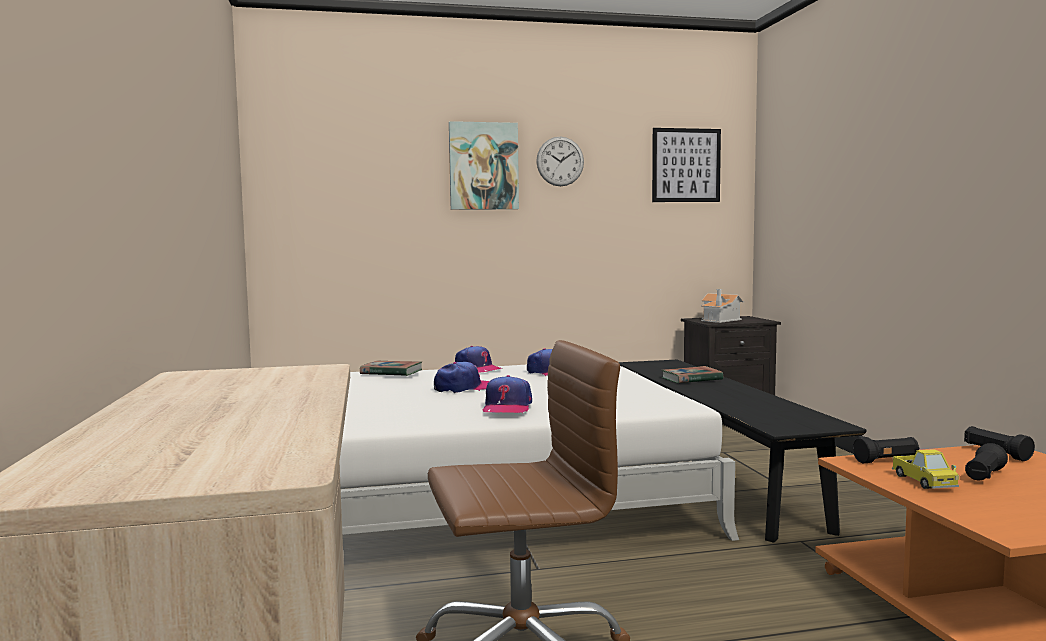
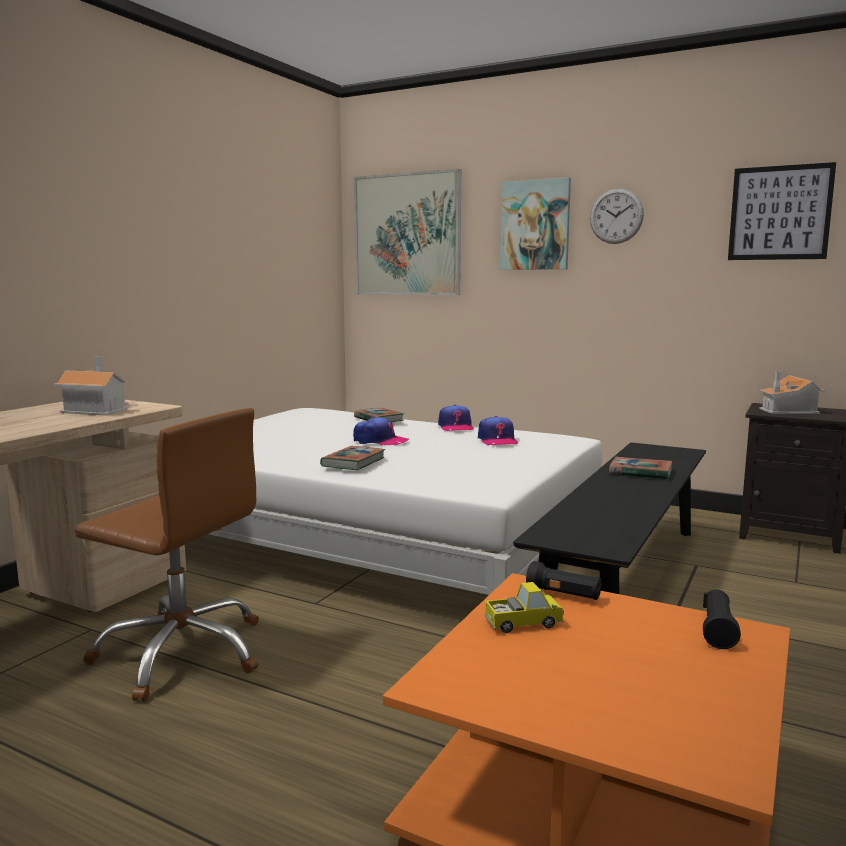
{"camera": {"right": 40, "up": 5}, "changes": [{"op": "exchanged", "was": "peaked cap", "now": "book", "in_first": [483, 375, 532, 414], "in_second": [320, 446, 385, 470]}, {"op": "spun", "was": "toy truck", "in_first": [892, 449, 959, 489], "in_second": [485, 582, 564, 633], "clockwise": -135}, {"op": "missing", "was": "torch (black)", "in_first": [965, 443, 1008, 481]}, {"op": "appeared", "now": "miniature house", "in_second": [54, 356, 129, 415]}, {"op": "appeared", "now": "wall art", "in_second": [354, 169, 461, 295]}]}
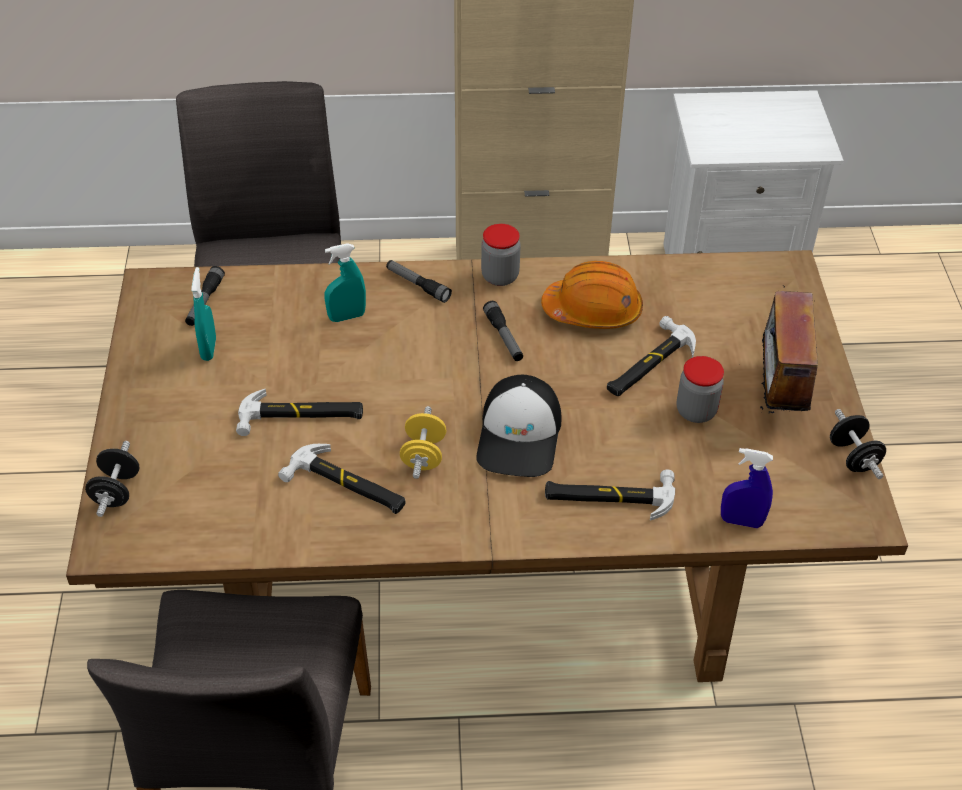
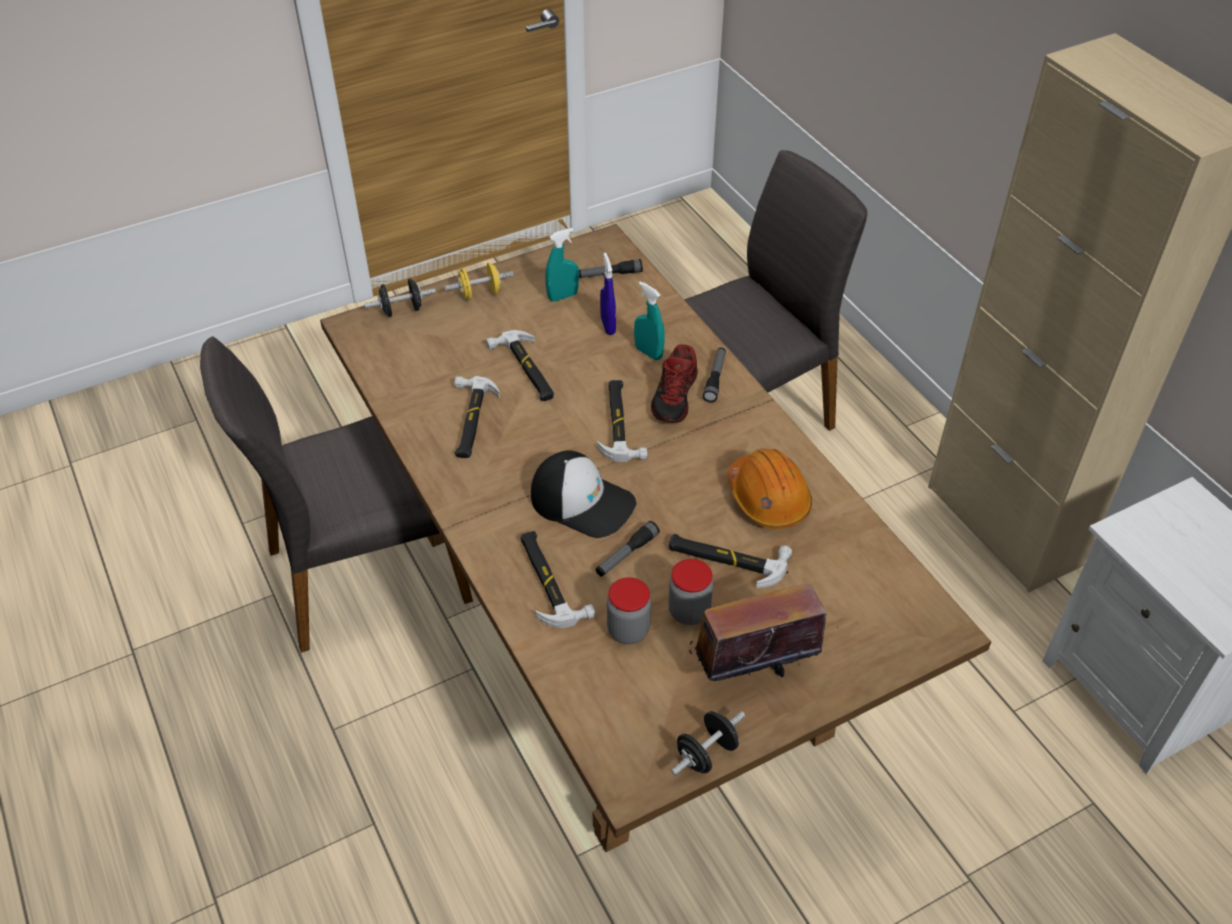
{"camera": {"right": 65, "up": 0}, "changes": [{"op": "relocated", "was": "hand weight (yellowish)", "in_first": [400, 406, 447, 479], "in_second": [444, 262, 514, 300]}, {"op": "spun", "was": "peaked cap", "in_first": [476, 375, 561, 477], "in_second": [531, 450, 636, 538], "clockwise": -135}, {"op": "relocated", "was": "preserve jar", "in_first": [481, 224, 521, 286], "in_second": [607, 577, 651, 644]}, {"op": "relocated", "was": "torch", "in_first": [483, 301, 523, 361], "in_second": [595, 521, 660, 577]}, {"op": "relocated", "was": "sprayer (bluish)", "in_first": [721, 448, 773, 528], "in_second": [600, 253, 616, 335]}, {"op": "appeared", "now": "hand hammer", "in_second": [597, 380, 647, 462]}, {"op": "appeared", "now": "item of footwear", "in_second": [651, 344, 698, 423]}]}
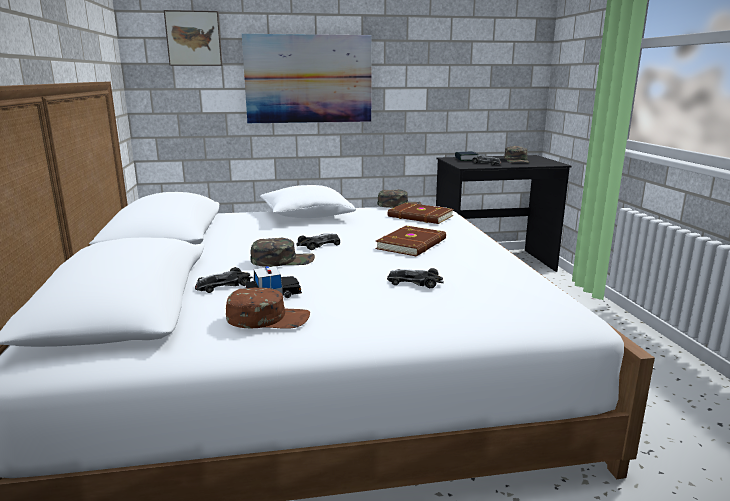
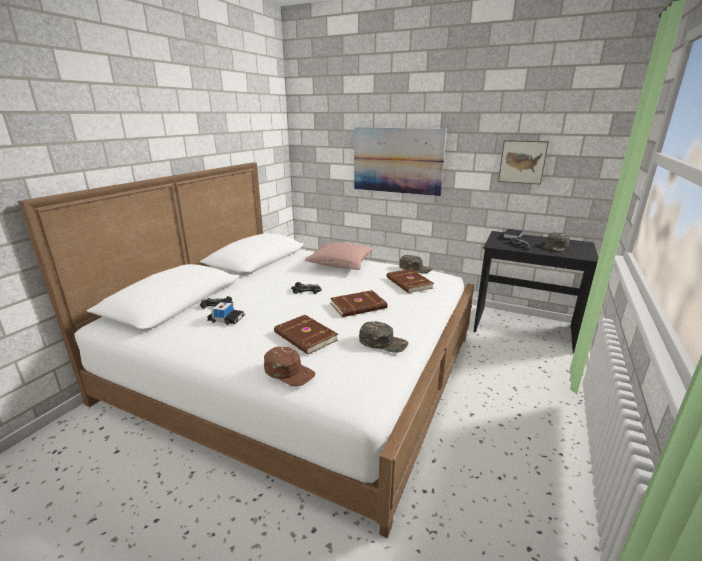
{"camera": {"right": 35, "up": 5}, "changes": [{"op": "relocated", "was": "wall art", "in_first": [164, 10, 222, 66], "in_second": [498, 140, 549, 185]}, {"op": "relocated", "was": "peaked cap (brown-coloured)", "in_first": [226, 288, 310, 328], "in_second": [264, 347, 315, 387]}, {"op": "relocated", "was": "peaked cap (green-coloured)", "in_first": [250, 237, 315, 267], "in_second": [359, 321, 408, 353]}, {"op": "colour", "was": "cushion (white)", "now": "cushion (pink)", "in_first": [260, 185, 356, 218], "in_second": [305, 242, 373, 270]}, {"op": "exchanged", "was": "model car", "now": "book (brown-coloured)", "in_first": [387, 268, 444, 288], "in_second": [274, 315, 338, 355]}]}
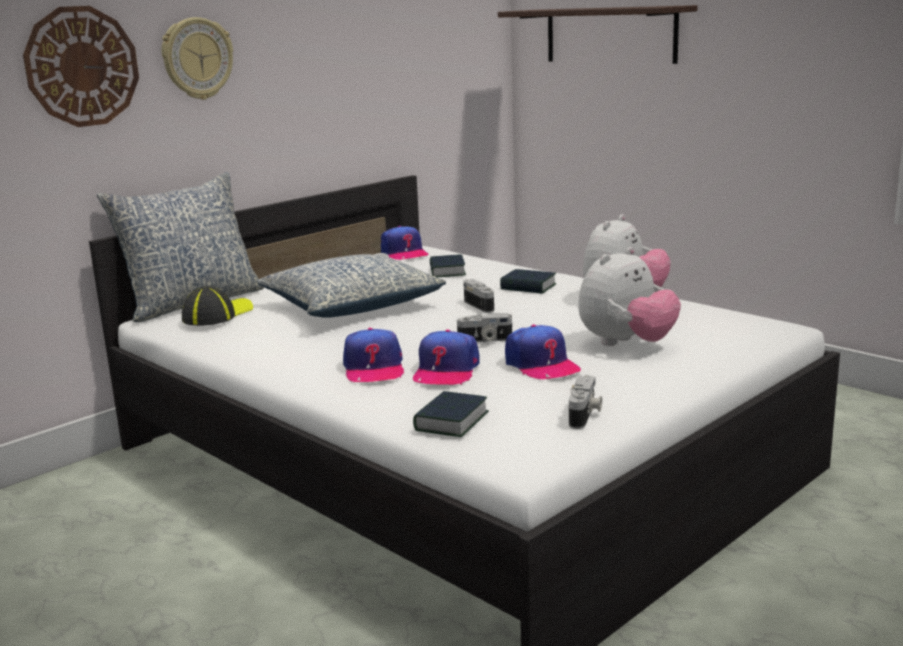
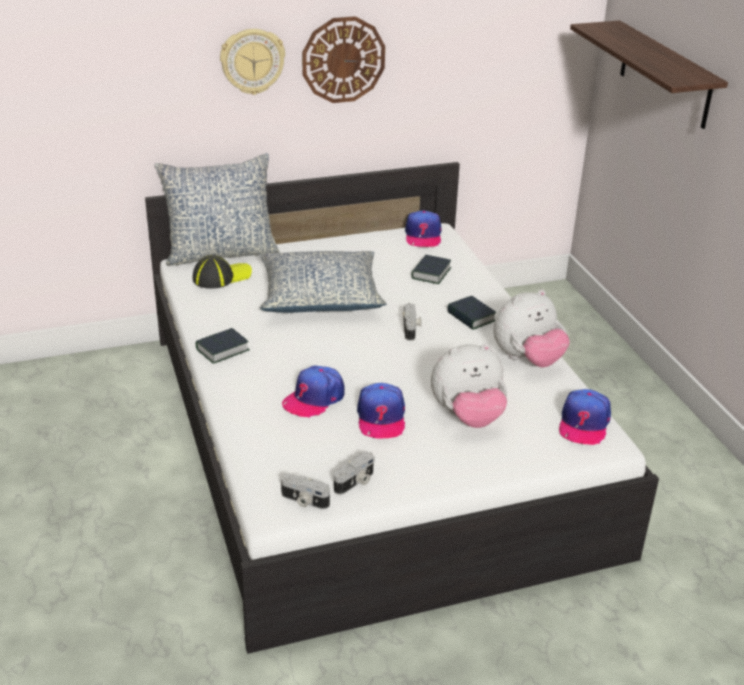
{"camera": {"right": 25, "up": 15}, "changes": [{"op": "relocated", "was": "clock on the wall", "in_first": [23, 6, 139, 127], "in_second": [302, 16, 385, 103]}, {"op": "relocated", "was": "peaked cap", "in_first": [343, 328, 404, 382], "in_second": [559, 389, 611, 445]}, {"op": "relocated", "was": "book", "in_first": [413, 391, 489, 437], "in_second": [196, 328, 250, 364]}, {"op": "relocated", "was": "photo camera", "in_first": [457, 313, 512, 342], "in_second": [281, 474, 330, 509]}]}
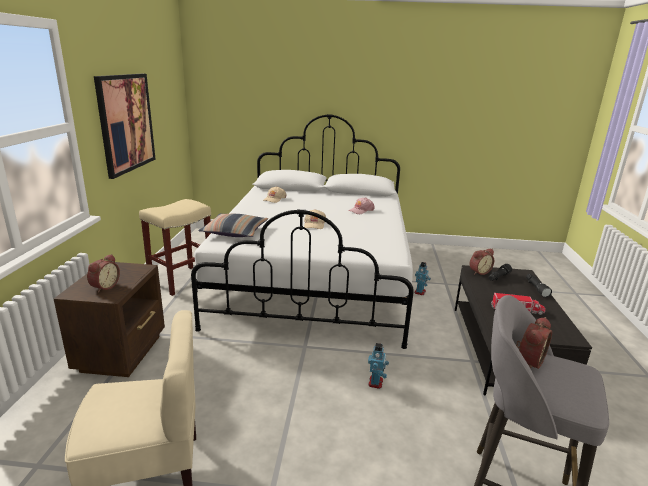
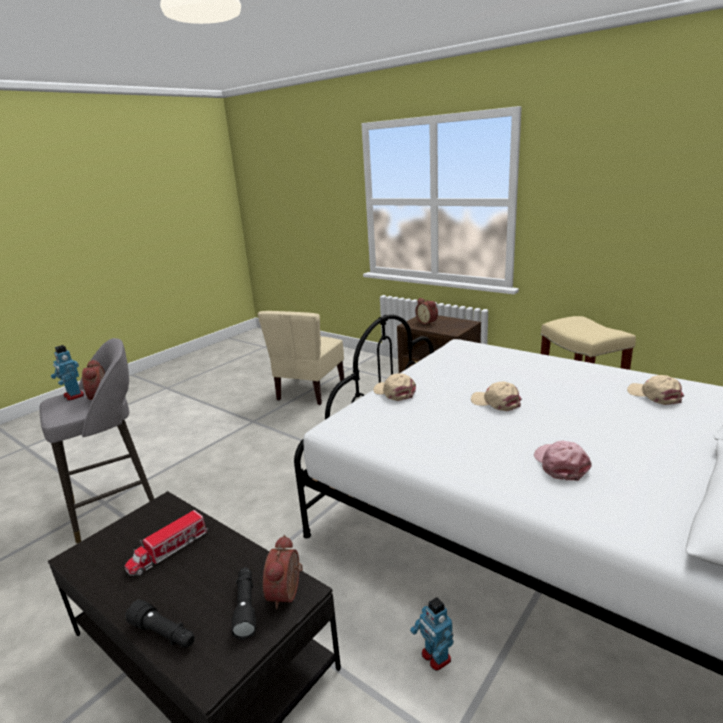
{"camera": {"right": 125, "up": 0}, "changes": [{"op": "missing", "was": "wall art", "in_first": [94, 74, 156, 179]}, {"op": "missing", "was": "cushion", "in_first": [199, 214, 268, 237]}, {"op": "relocated", "was": "toy robot", "in_first": [368, 343, 389, 389], "in_second": [51, 345, 84, 401]}, {"op": "appeared", "now": "peaked cap (beige)", "in_second": [373, 373, 416, 401]}]}
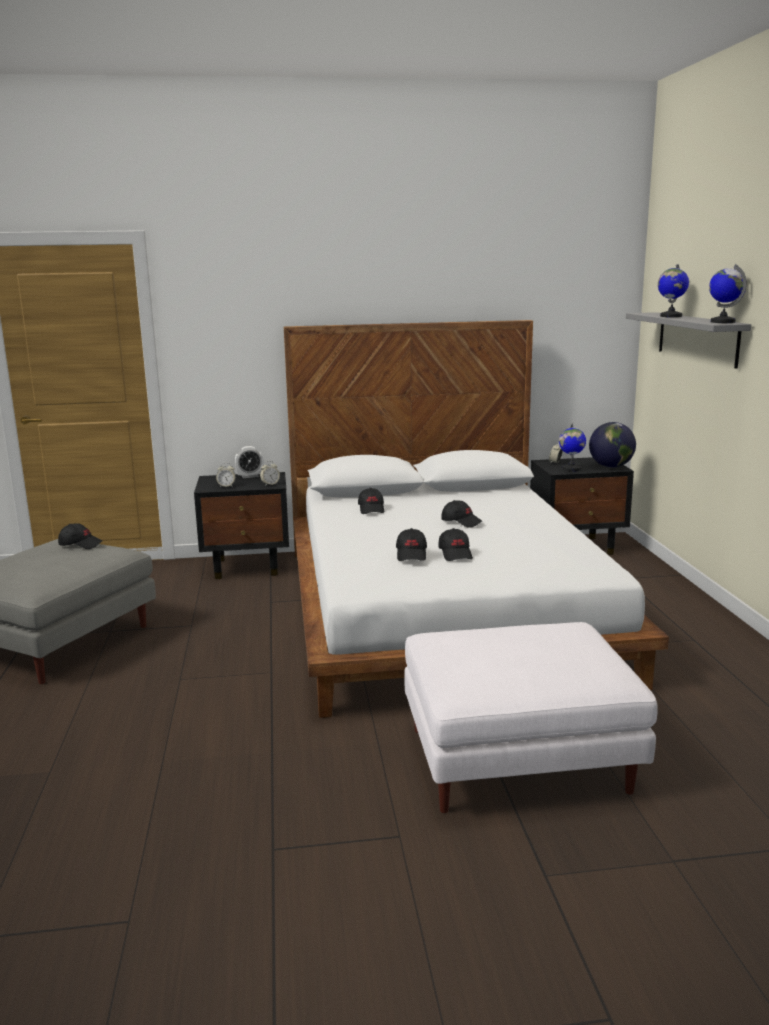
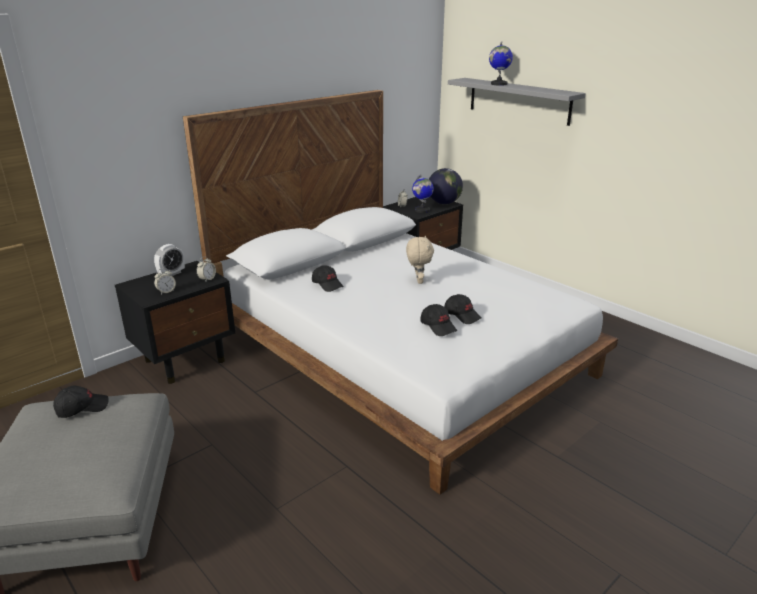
{"camera": {"right": -35, "up": 10}, "changes": [{"op": "missing", "was": "footrest (white)", "in_first": [404, 622, 658, 813]}, {"op": "exchanged", "was": "peaked cap (black)", "now": "cuddly toy (beige)", "in_first": [441, 500, 483, 528], "in_second": [406, 236, 434, 284]}, {"op": "missing", "was": "desk globe", "in_first": [709, 264, 747, 323]}]}
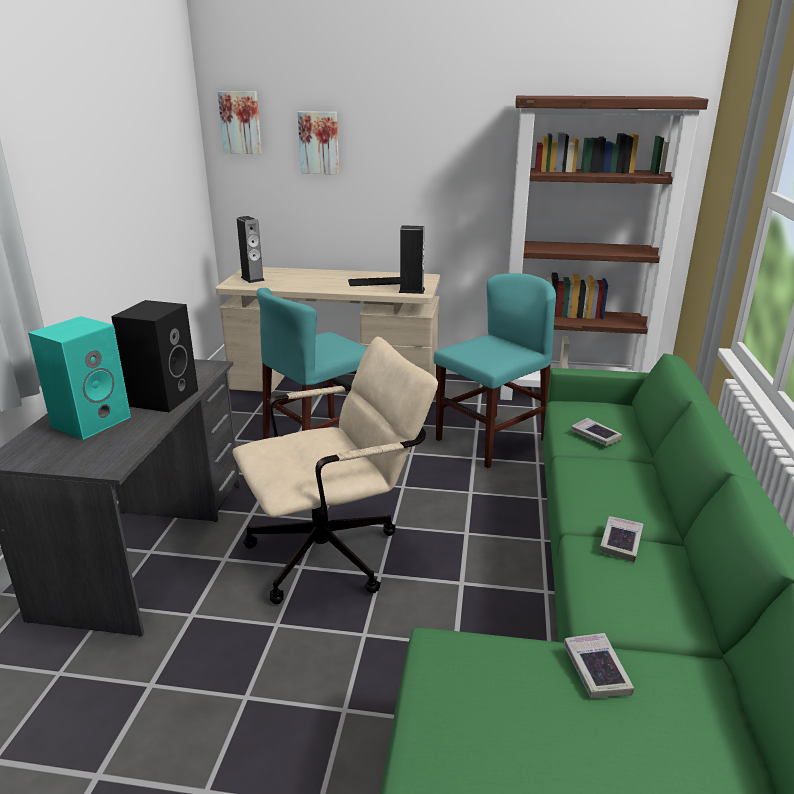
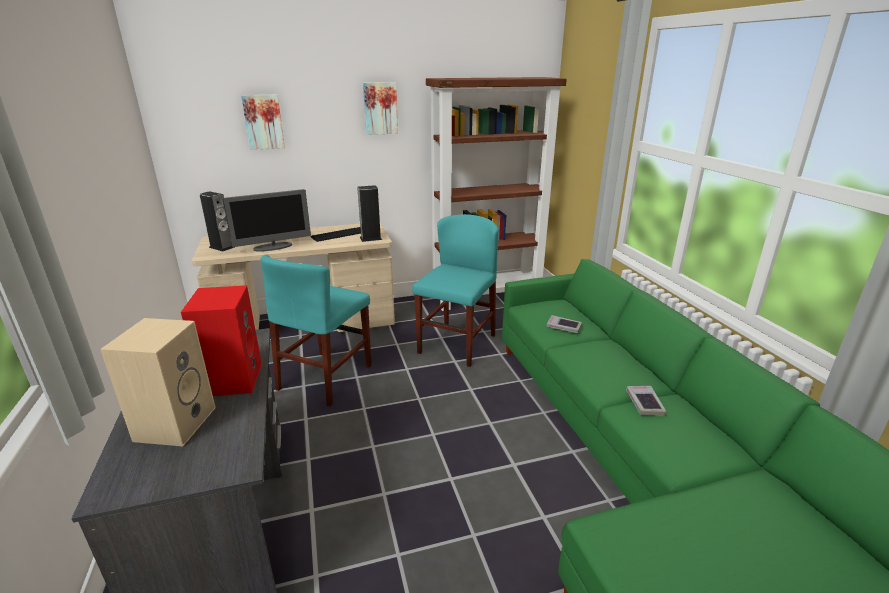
{"camera": {"right": -25, "up": 0}, "changes": [{"op": "colour", "was": "audio speaker (turquoise)", "now": "audio speaker (beige)", "in_first": [28, 316, 131, 440], "in_second": [100, 318, 216, 446]}, {"op": "colour", "was": "audio speaker (black)", "now": "audio speaker (red-coloured)", "in_first": [111, 300, 198, 412], "in_second": [181, 285, 262, 396]}, {"op": "relocated", "was": "wall art", "in_first": [218, 91, 262, 154], "in_second": [363, 82, 398, 135]}, {"op": "missing", "was": "computer chair (beige)", "in_first": [232, 337, 438, 604]}, {"op": "missing", "was": "book", "in_first": [564, 633, 634, 698]}, {"op": "appeared", "now": "computer display", "in_second": [223, 189, 311, 251]}]}
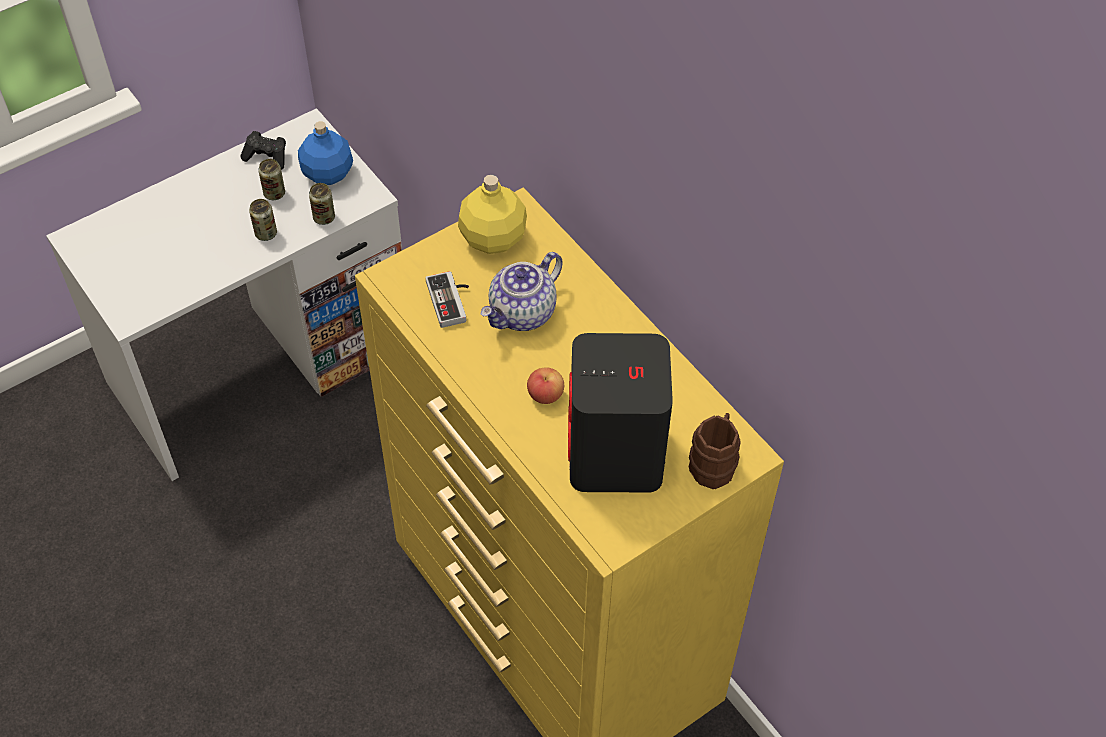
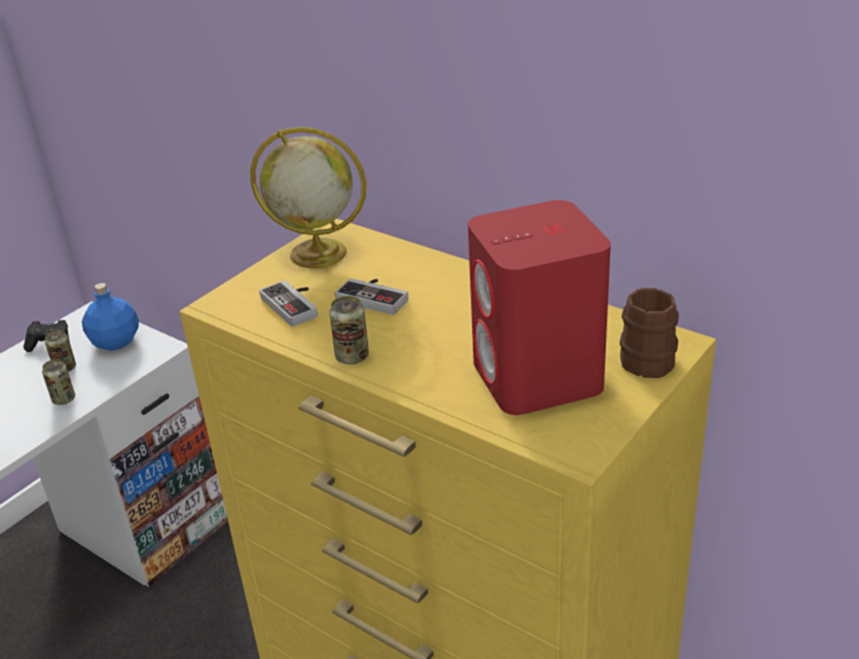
{"camera": {"right": -15, "up": -20}, "changes": [{"op": "relocated", "was": "sealed can", "in_first": [309, 183, 335, 225], "in_second": [329, 296, 369, 364]}, {"op": "exchanged", "was": "bottle (yellowish)", "now": "desk globe", "in_first": [458, 175, 527, 254], "in_second": [250, 127, 367, 268]}, {"op": "exchanged", "was": "pot for tea", "now": "gamepad", "in_first": [481, 252, 563, 331], "in_second": [335, 278, 409, 315]}, {"op": "missing", "was": "apple fruit", "in_first": [527, 367, 564, 404]}, {"op": "colour", "was": "audio speaker (black)", "now": "audio speaker (red-coloured)", "in_first": [568, 333, 673, 493], "in_second": [468, 200, 611, 415]}]}
